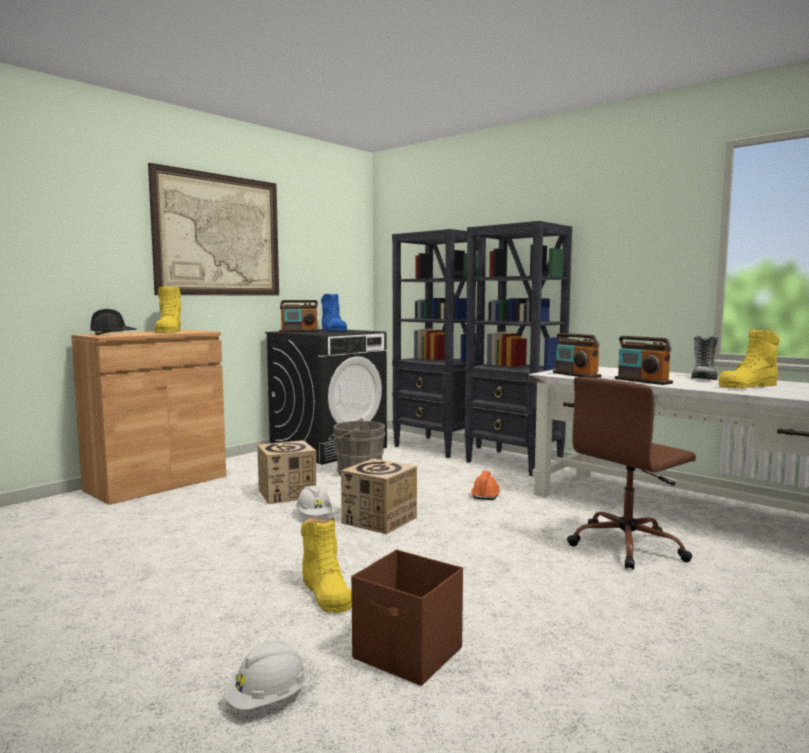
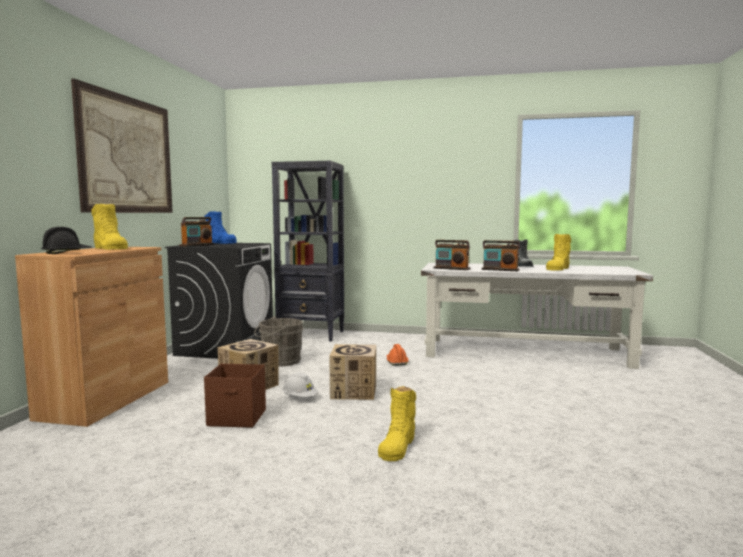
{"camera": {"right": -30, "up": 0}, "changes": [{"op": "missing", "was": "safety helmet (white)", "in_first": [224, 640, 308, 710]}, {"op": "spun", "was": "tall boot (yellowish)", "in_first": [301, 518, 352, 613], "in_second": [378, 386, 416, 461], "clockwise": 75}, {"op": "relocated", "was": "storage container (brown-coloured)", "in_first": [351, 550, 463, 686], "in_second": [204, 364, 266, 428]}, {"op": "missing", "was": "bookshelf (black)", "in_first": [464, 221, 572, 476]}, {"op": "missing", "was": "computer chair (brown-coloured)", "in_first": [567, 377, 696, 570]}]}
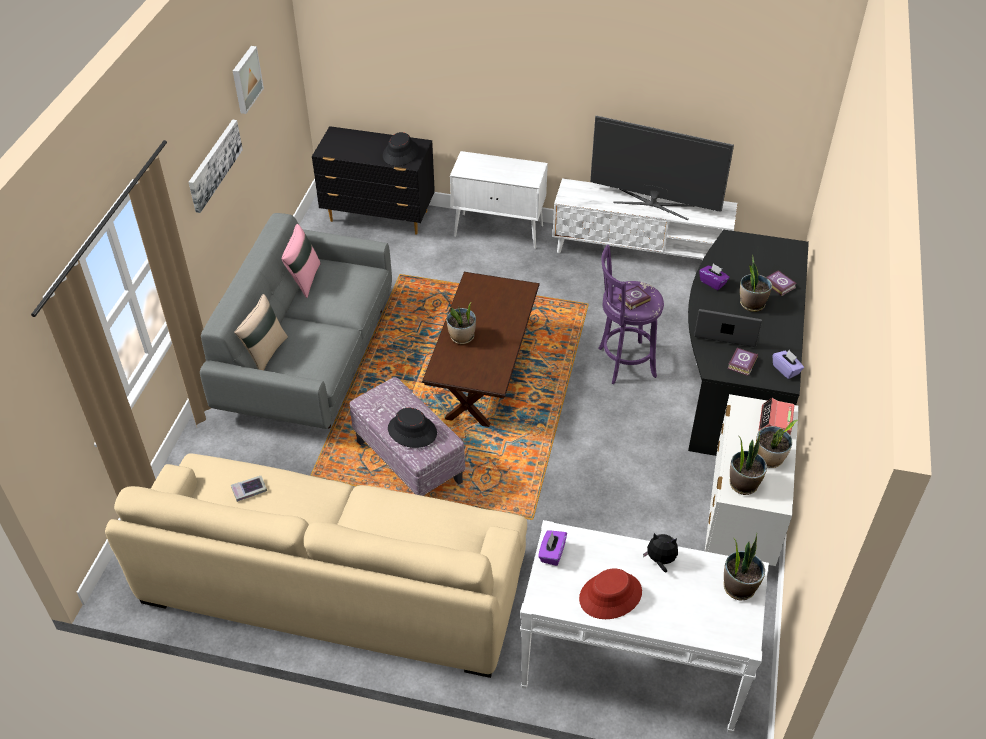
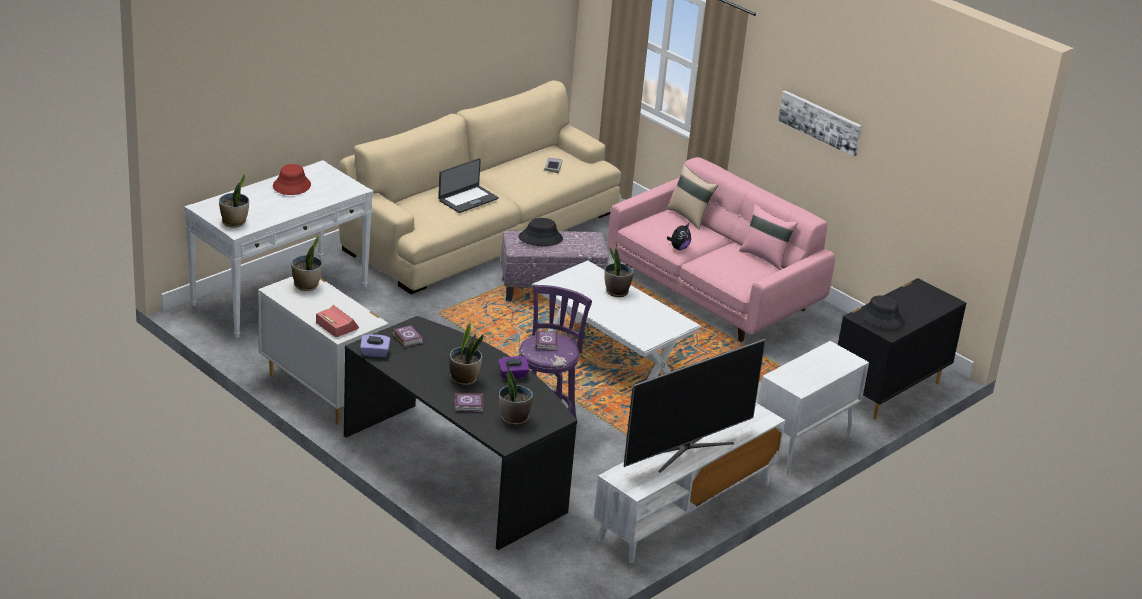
{"camera": {"right": 120, "up": -15}, "changes": [{"op": "colour", "was": "sofa (gray)", "now": "sofa (pink)", "in_first": [200, 213, 392, 429], "in_second": [607, 157, 835, 342]}, {"op": "missing", "was": "wall art", "in_first": [233, 46, 264, 114]}, {"op": "colour", "was": "low table (brown-coloured)", "now": "low table (white)", "in_first": [422, 272, 540, 427], "in_second": [531, 260, 701, 380]}, {"op": "missing", "was": "tissue holder (purplish)", "in_first": [538, 530, 567, 566]}, {"op": "relocated", "was": "cuddly toy", "in_first": [643, 533, 678, 572], "in_second": [667, 223, 691, 250]}, {"op": "relocated", "was": "notebook computer", "in_first": [694, 309, 762, 347], "in_second": [438, 158, 499, 213]}, {"op": "relocated", "was": "potted plant", "in_first": [756, 420, 798, 468], "in_second": [499, 362, 533, 425]}]}
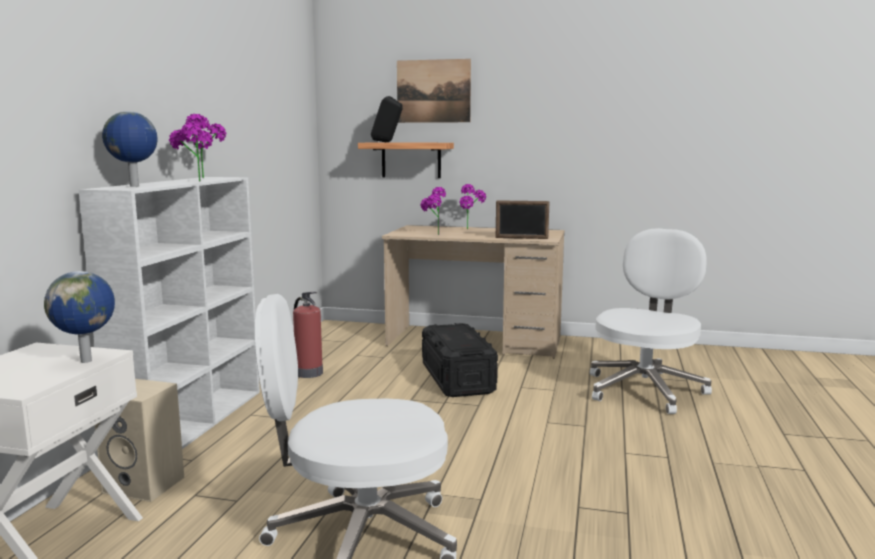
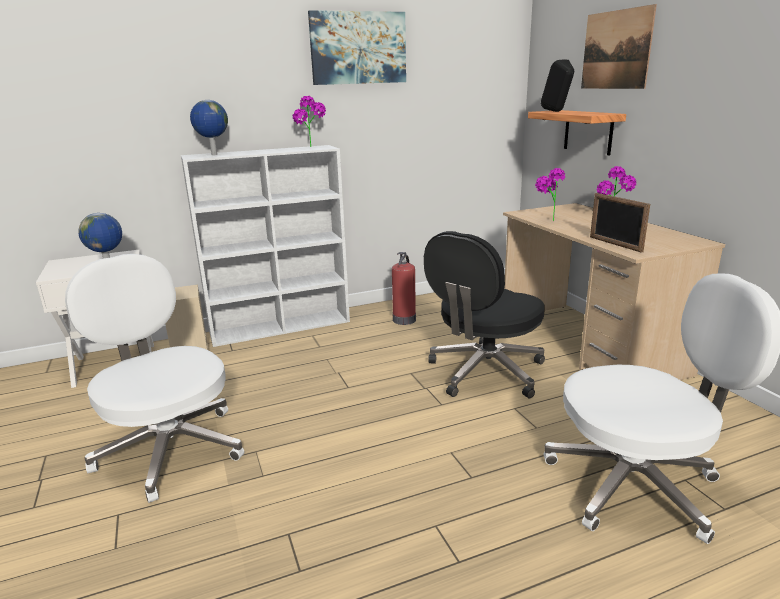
{"camera": {"right": 55, "up": 10}, "changes": [{"op": "missing", "was": "potted plant", "in_first": [169, 114, 207, 181]}, {"op": "exchanged", "was": "storage container (black)", "now": "computer chair (black)", "in_first": [422, 323, 498, 397], "in_second": [424, 231, 545, 398]}, {"op": "appeared", "now": "wall art", "in_second": [308, 10, 406, 85]}]}
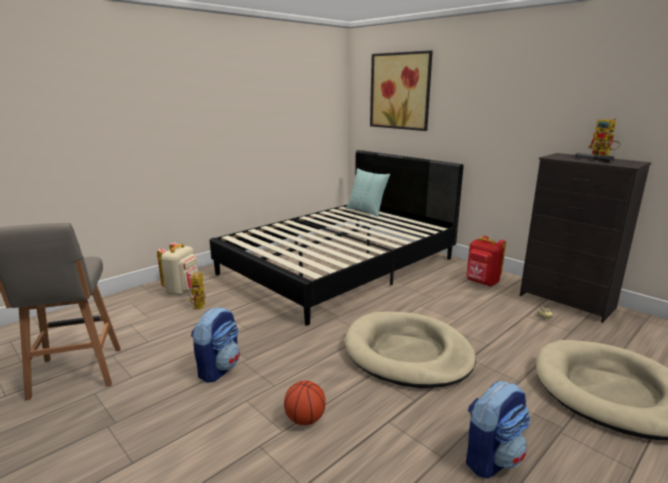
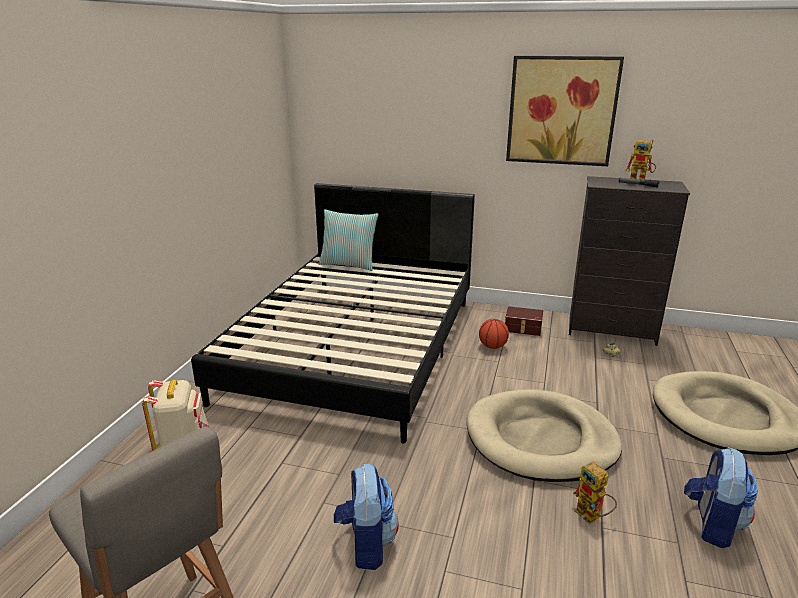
{"camera": {"right": -30, "up": 5}, "changes": [{"op": "relocated", "was": "toy robot", "in_first": [188, 272, 206, 309], "in_second": [573, 462, 617, 524]}, {"op": "relocated", "was": "basketball ball", "in_first": [284, 381, 326, 425], "in_second": [479, 319, 509, 349]}, {"op": "relocated", "was": "wall art", "in_first": [370, 50, 433, 131], "in_second": [506, 56, 624, 166]}, {"op": "exchanged", "was": "backpack (red-coloured)", "now": "storage container (brown-coloured)", "in_first": [466, 236, 506, 286], "in_second": [505, 306, 543, 336]}]}
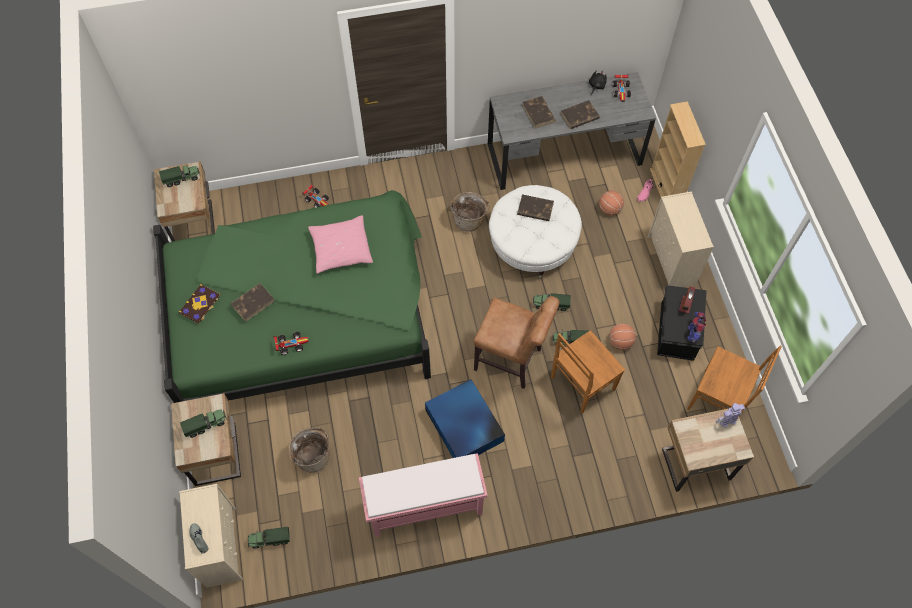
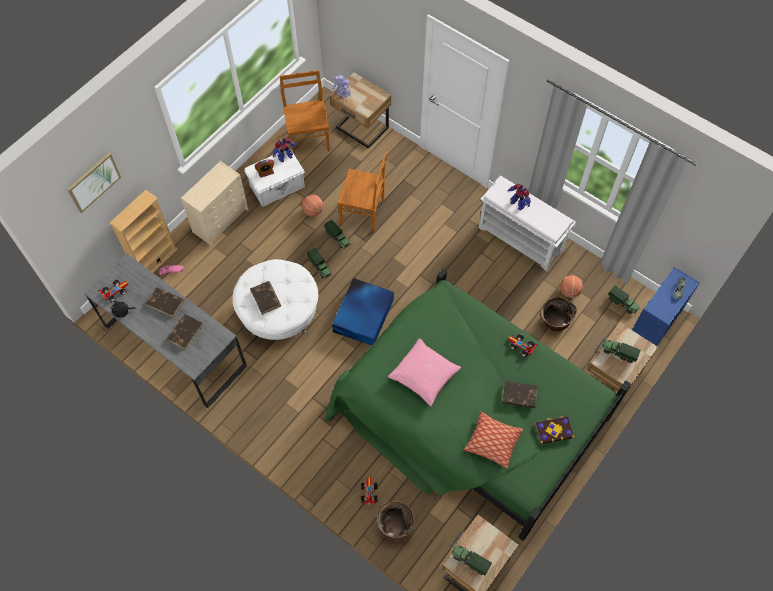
{"camera": {"right": -130, "up": 0}, "changes": [{"op": "colour", "was": "chest of drawers (beige)", "now": "chest of drawers (bluish)", "in_first": [179, 484, 243, 587], "in_second": [632, 267, 700, 346]}, {"op": "colour", "was": "bench (pink)", "now": "bench (white)", "in_first": [359, 453, 488, 537], "in_second": [479, 175, 576, 271]}, {"op": "relocated", "was": "storage container (bluish)", "in_first": [425, 379, 505, 458], "in_second": [332, 278, 394, 345]}, {"op": "relocated", "was": "storage basket", "in_first": [450, 192, 489, 232], "in_second": [377, 501, 414, 539]}, {"op": "missing", "was": "chair (brown-coloured)", "in_first": [474, 296, 559, 389]}, {"op": "relocated", "was": "basketball ball", "in_first": [599, 191, 624, 216], "in_second": [560, 275, 583, 298]}, {"op": "colour", "was": "storage container (black)", "now": "storage container (white)", "in_first": [657, 285, 707, 361], "in_second": [244, 149, 306, 207]}, {"op": "appeared", "now": "wall art", "in_second": [67, 153, 121, 213]}, {"op": "appeared", "now": "cushion", "in_second": [464, 412, 524, 469]}, {"op": "appeared", "now": "toy robot", "in_second": [507, 184, 531, 210]}]}
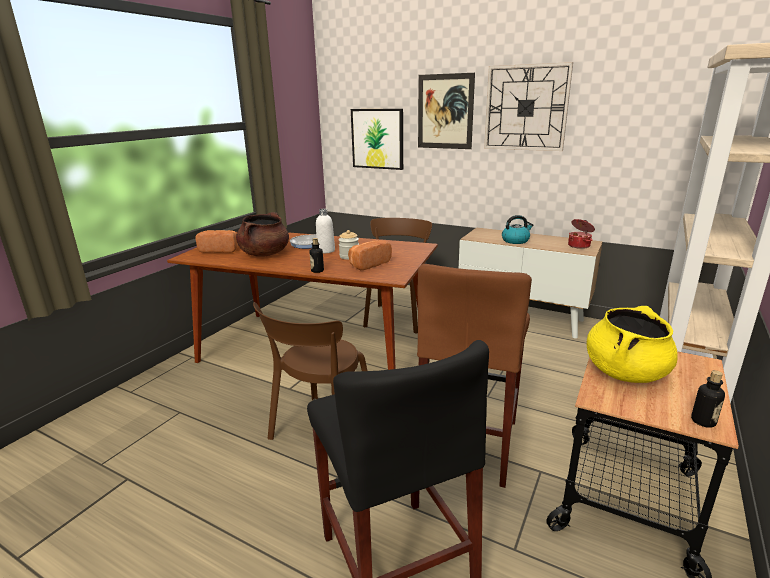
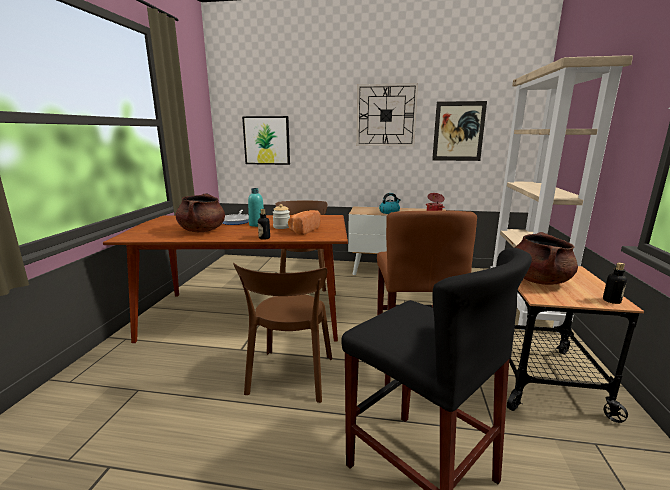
{"camera": {"right": -20, "up": -5}, "changes": [{"op": "missing", "was": "bread", "in_first": [195, 230, 238, 253]}, {"op": "colour", "was": "bottle (white)", "now": "bottle (turquoise)", "in_first": [316, 209, 335, 253], "in_second": [248, 188, 264, 227]}, {"op": "relocated", "was": "wall art", "in_first": [418, 73, 475, 149], "in_second": [432, 101, 487, 161]}, {"op": "colour", "was": "saucepot (yellowish)", "now": "saucepot (brown-coloured)", "in_first": [586, 306, 678, 383], "in_second": [515, 232, 578, 285]}]}
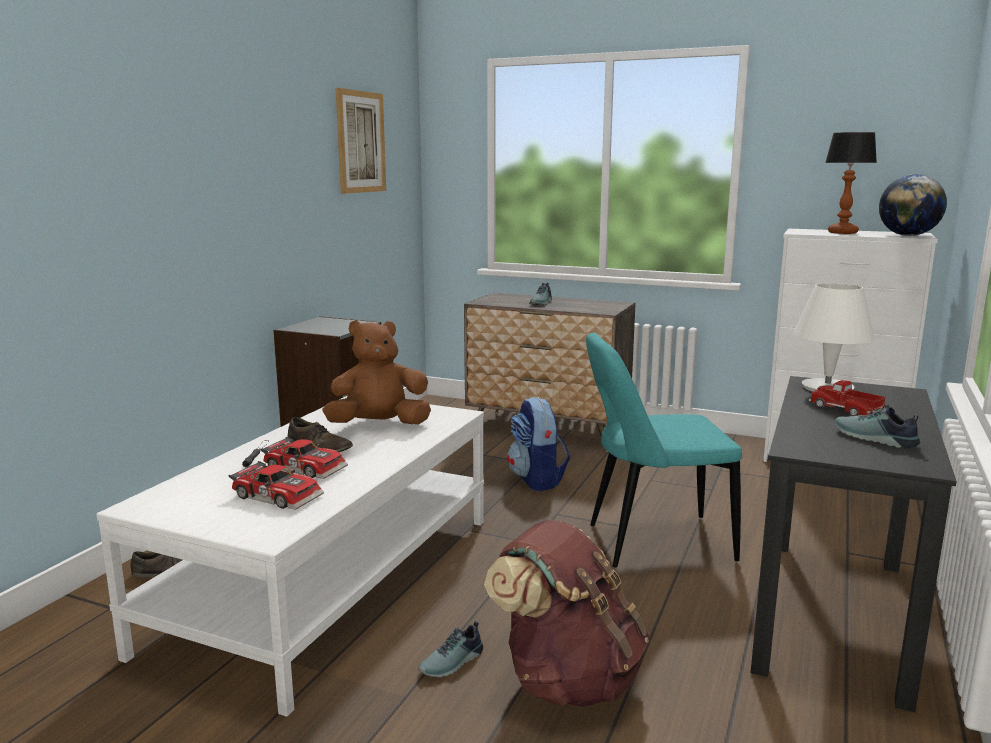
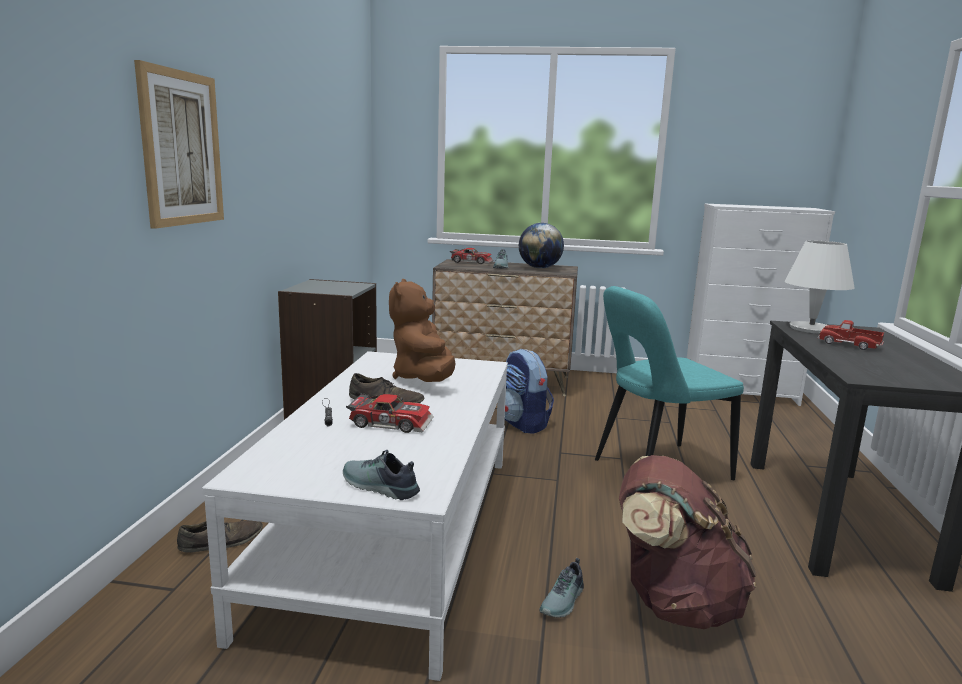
{"camera": {"right": -15, "up": 0}, "changes": [{"op": "relocated", "was": "model car", "in_first": [228, 461, 324, 510], "in_second": [450, 248, 493, 264]}, {"op": "spun", "was": "cuddly toy (brown-coloured)", "in_first": [322, 320, 431, 424], "in_second": [389, 279, 456, 382], "clockwise": -60}, {"op": "relocated", "was": "wall art", "in_first": [335, 88, 386, 194], "in_second": [134, 60, 224, 229]}, {"op": "missing", "was": "table lamp", "in_first": [825, 132, 877, 234]}, {"op": "relocated", "was": "item of footwear", "in_first": [835, 404, 920, 449], "in_second": [343, 450, 420, 500]}, {"op": "relocated", "was": "desk globe", "in_first": [879, 174, 947, 236], "in_second": [519, 223, 564, 268]}]}
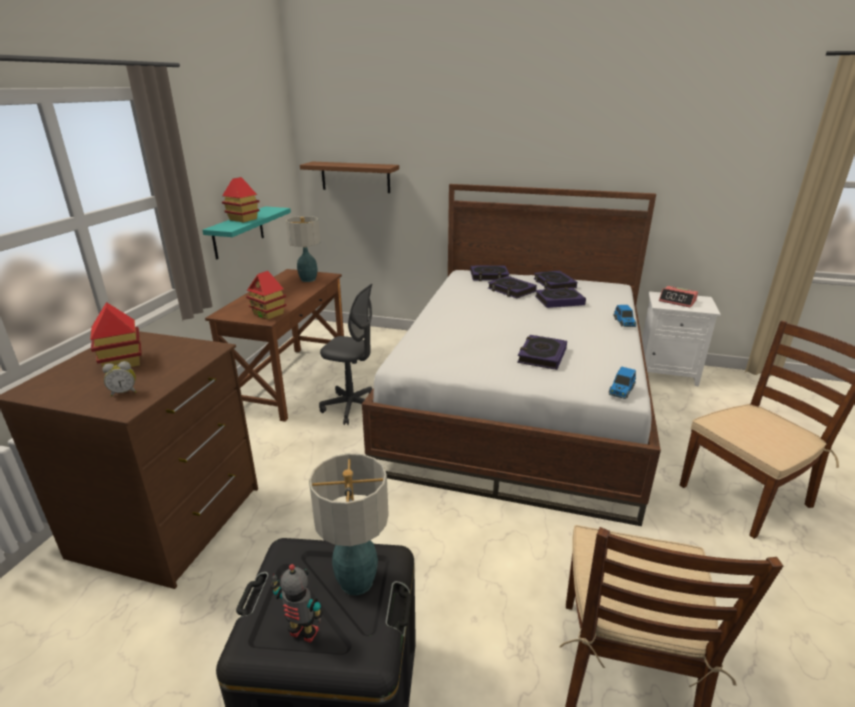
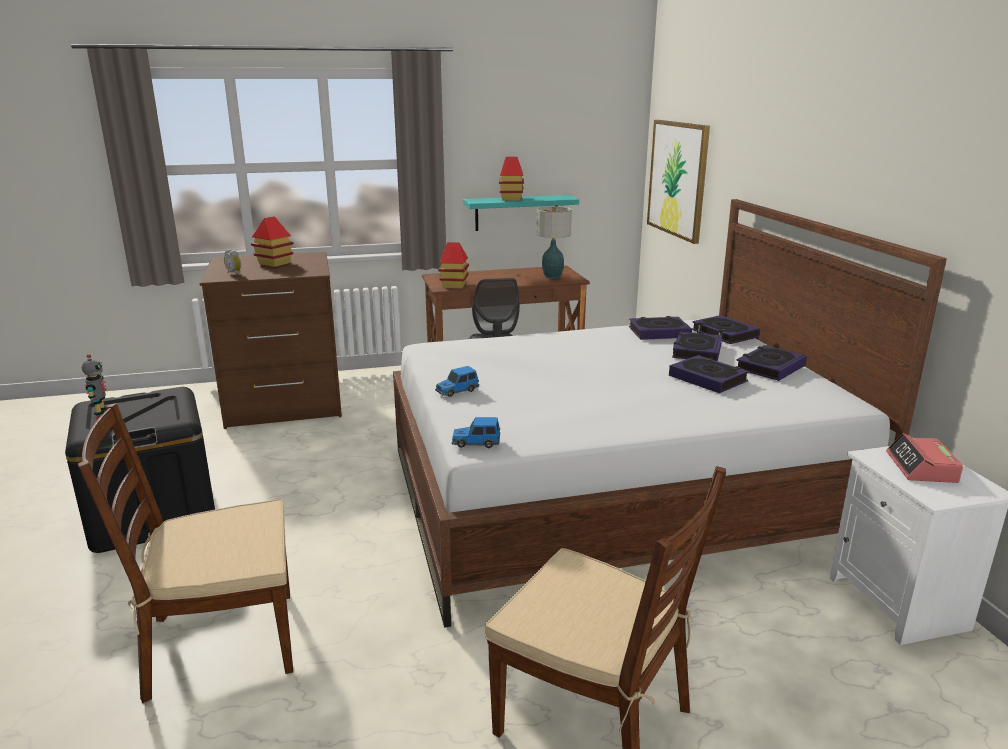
{"camera": {"right": 60, "up": -5}, "changes": [{"op": "exchanged", "was": "shelf (brown-coloured)", "now": "wall art", "in_first": [300, 162, 399, 193], "in_second": [647, 120, 710, 244]}, {"op": "missing", "was": "table lamp", "in_first": [309, 453, 389, 596]}, {"op": "relocated", "was": "book", "in_first": [517, 335, 567, 370], "in_second": [629, 316, 692, 340]}, {"op": "relocated", "was": "model car", "in_first": [613, 305, 636, 327], "in_second": [435, 366, 479, 397]}]}
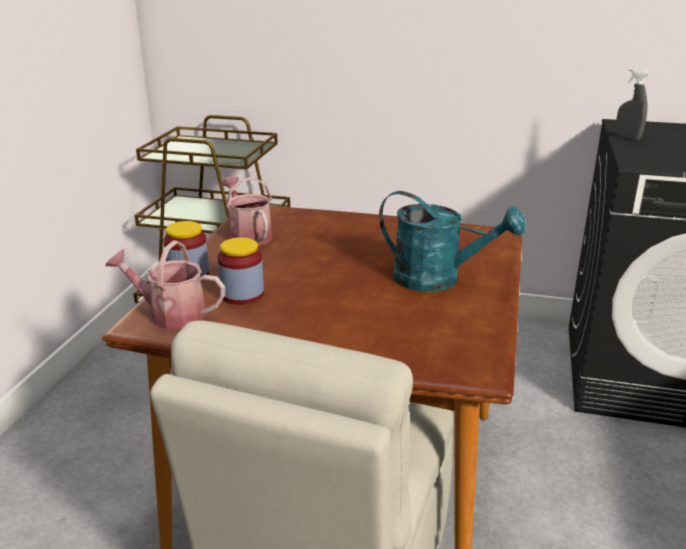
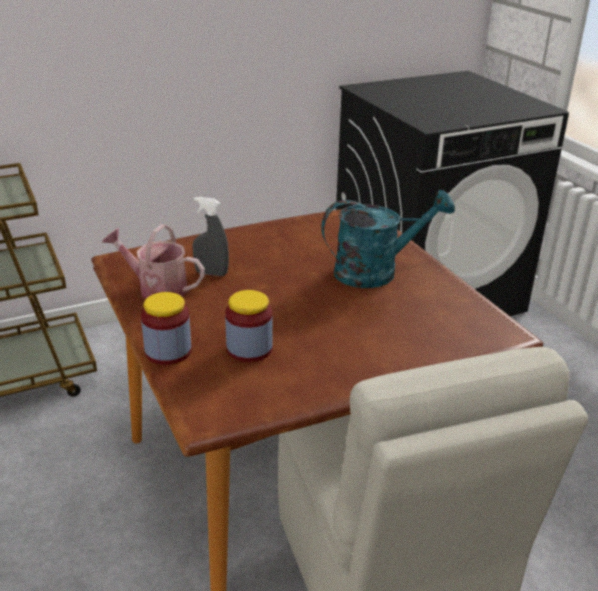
{"camera": {"right": -40, "up": 5}, "changes": [{"op": "missing", "was": "sprinkling can", "in_first": [105, 240, 225, 329]}, {"op": "relocated", "was": "sprayer (gray)", "in_first": [616, 68, 649, 141], "in_second": [192, 197, 229, 276]}]}
